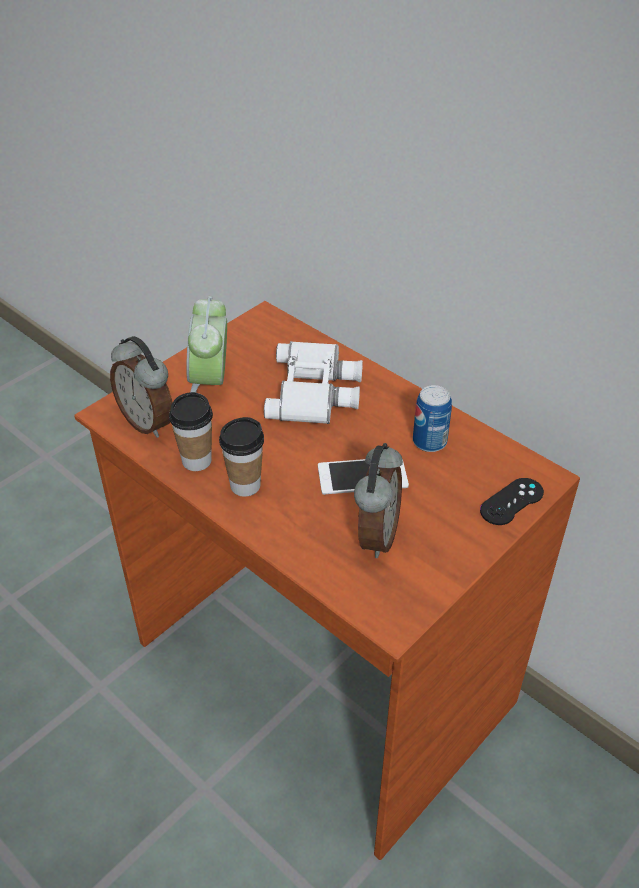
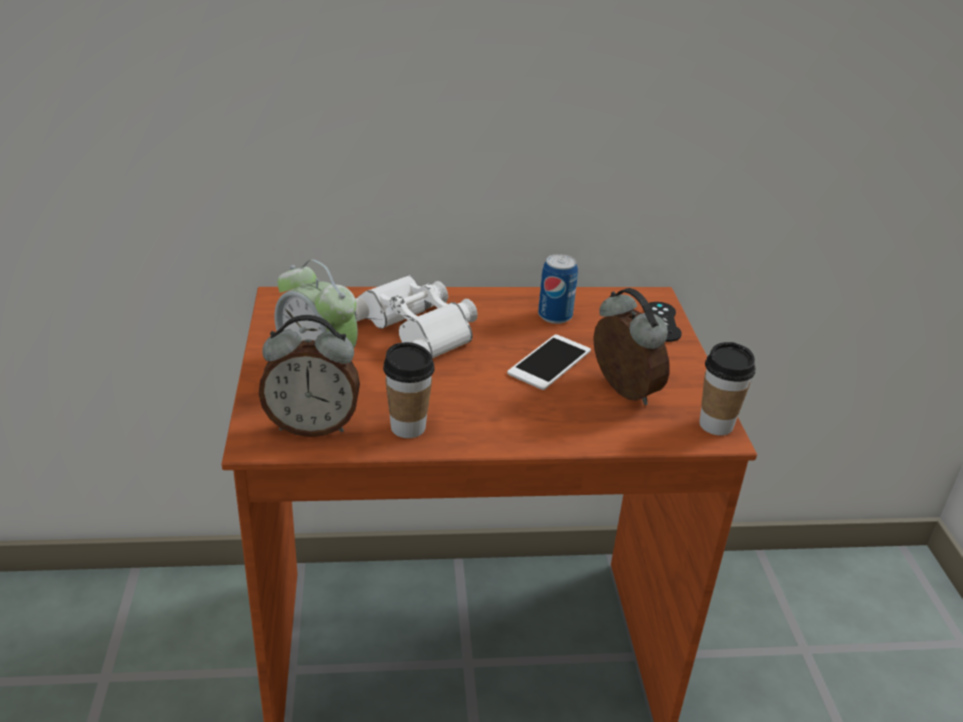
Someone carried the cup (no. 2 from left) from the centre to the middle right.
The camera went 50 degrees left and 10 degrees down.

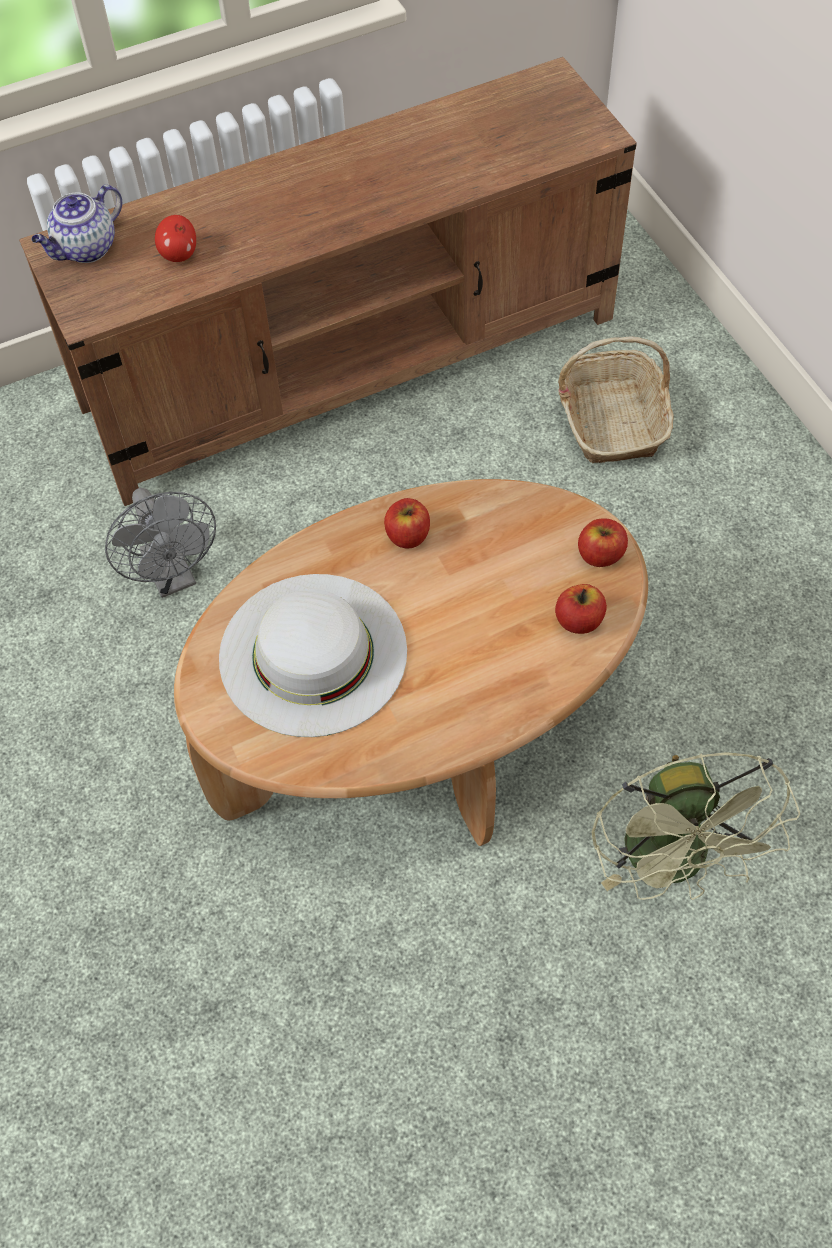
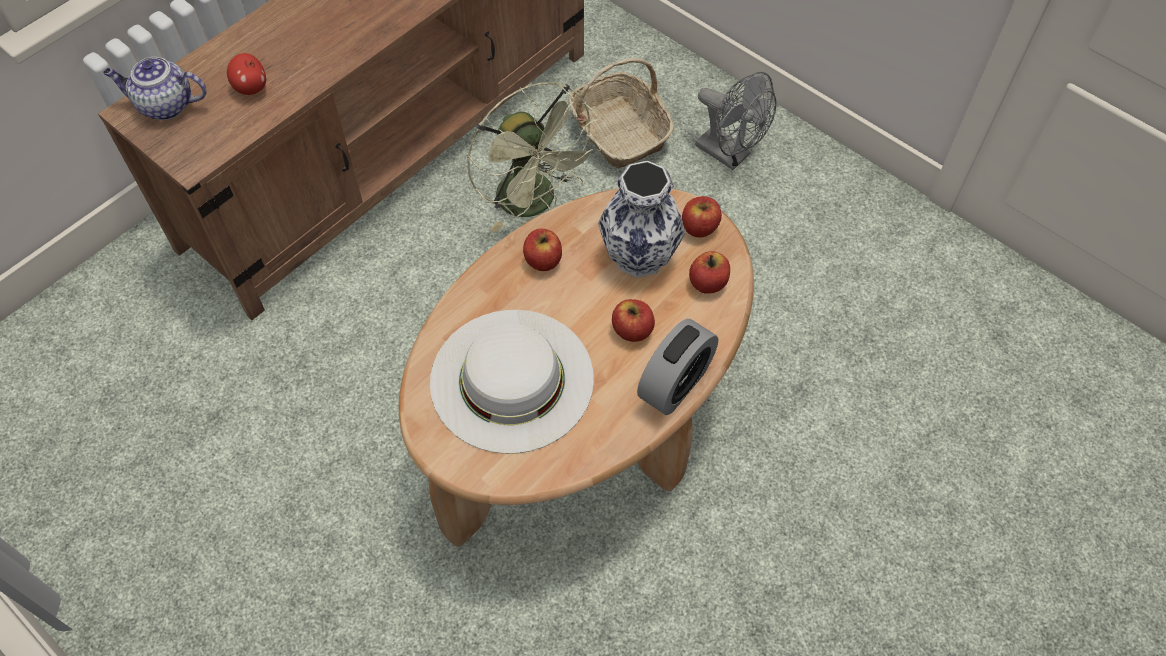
Someone rotated the tea pot at the top left by 75 degrees clockwise.
Someone carried the fan (gray) from the middle left to the top centre.
Someone carried the fan (greenish) from the middle right to the top centre.
Someone put down the flower vase at the centre.
Someone put down the apple fruit (no. 3 from left) at the centre.
Someone put down the alarm clock at the centre.
The camera went 25 degrees left and 0 degrees up.

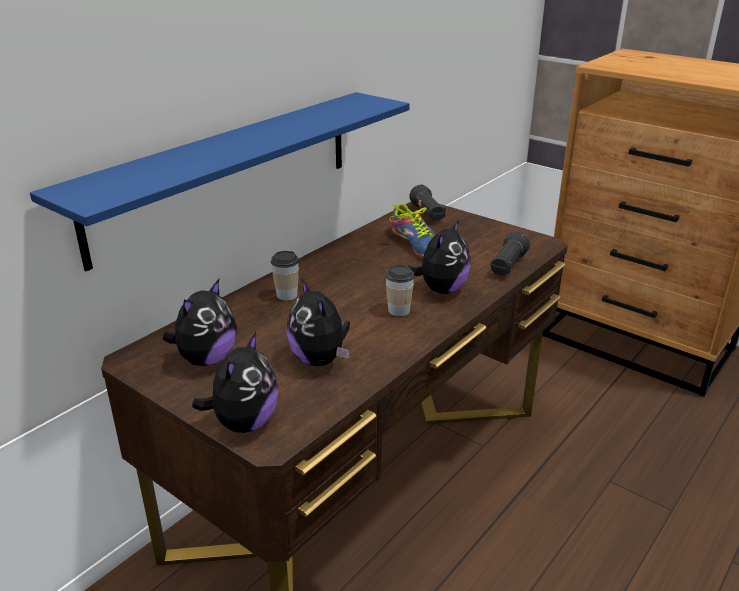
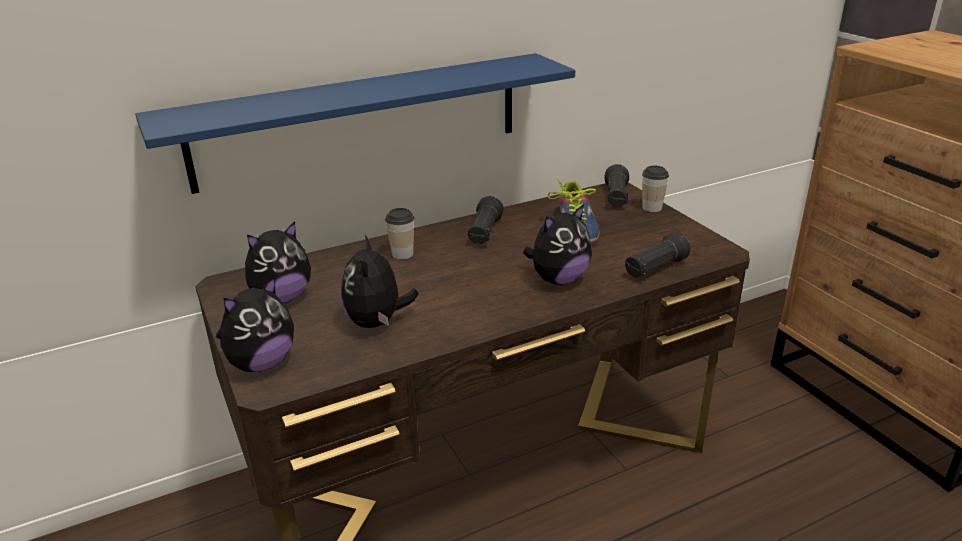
Someone carried the cup (no. 2 from left) from the centre to the middle right.
Someone put down the torch (blackish) (no. 1 from left) at the centre.
The camera went 25 degrees right and 0 degrees up.

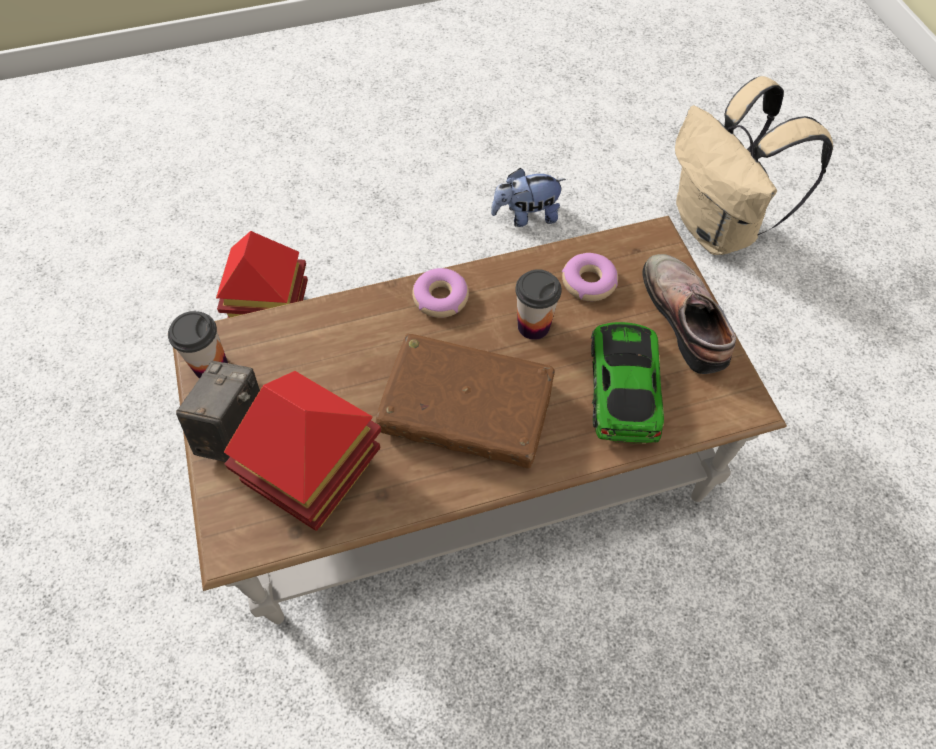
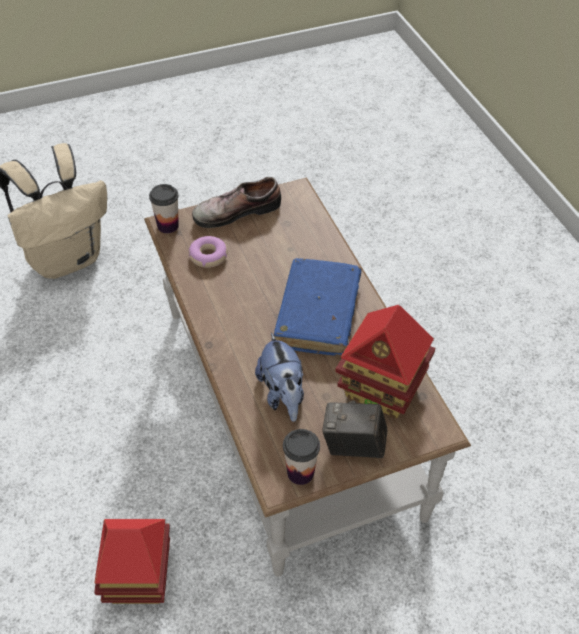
Someone carried the soft toy from the top centre to the centre.
Someone took away the donut (no. 1 from left) at the centre.
Someone carried the cup (no. 2 from left in the first image) from the centre to the top left.
Someone took away the model car at the middle right.
Someone repainted the book (brown) at the centre, which became the book (bluish) at the centre.
The camera went 95 degrees left and 10 degrees down.

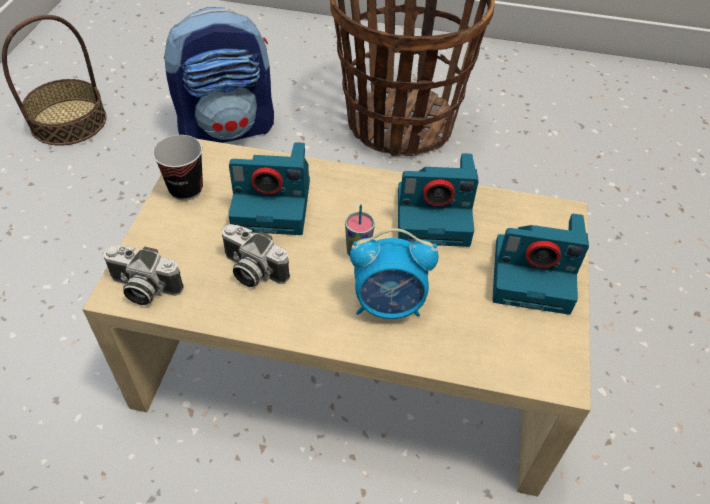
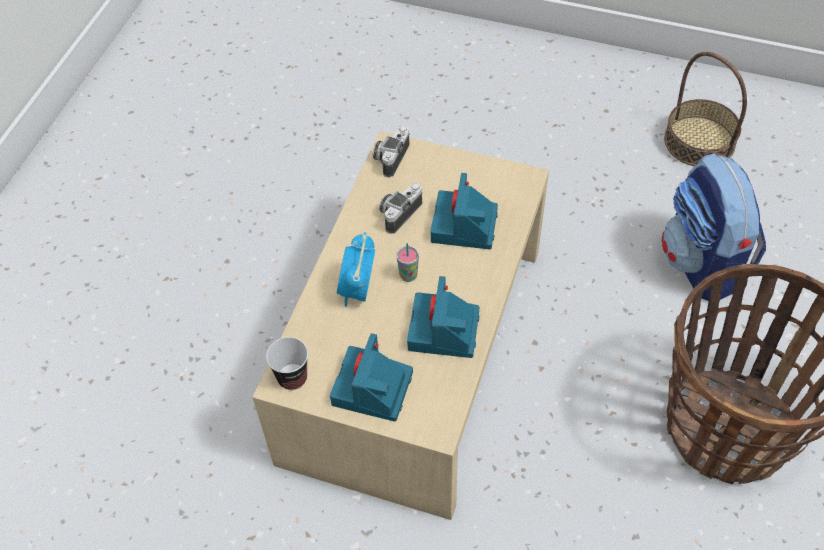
Someone carried the cup (no. 1 from left) from the middle left to the centre.
The camera went 100 degrees right and 5 degrees up.

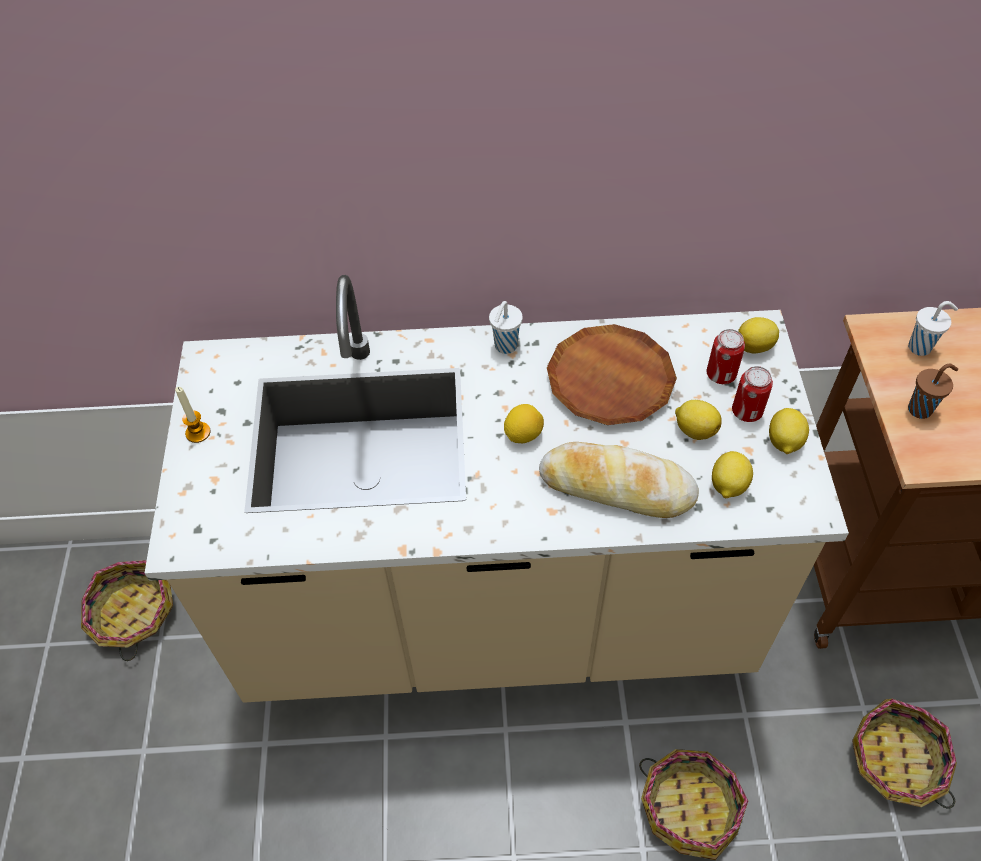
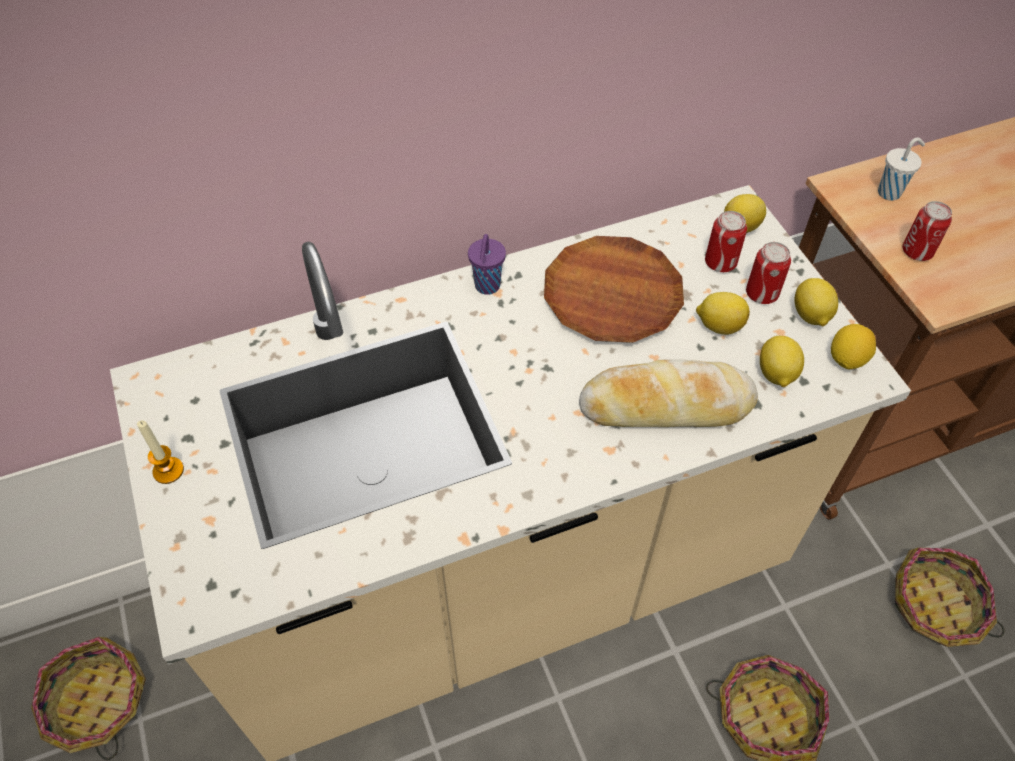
Someone repainted the cup (whitish) (no. 1 from left) at the centre, which became the cup (purple-coloured) at the centre.
Someone swapped the cup (brown) at the middle right for the sealed can (no. 3 from left) at the top right.
Someone carried the lemon (no. 1 from left in the first image) from the centre to the middle right.
The camera went 20 degrees left and 0 degrees up.

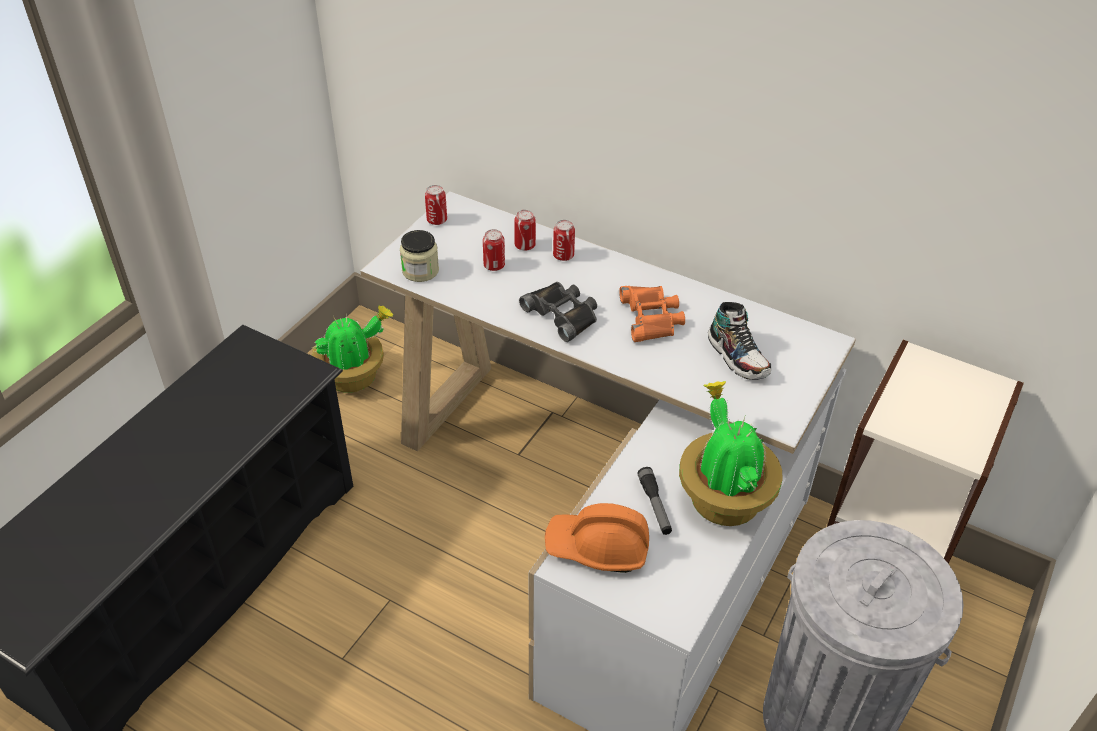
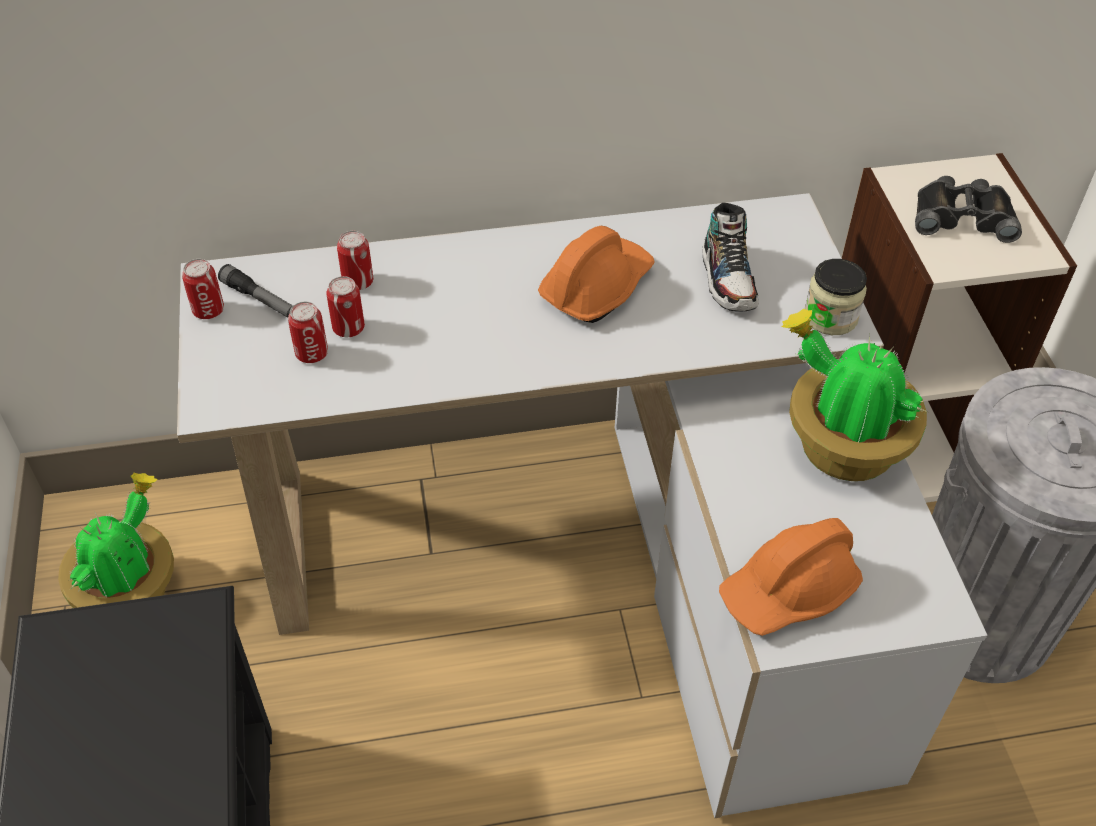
Someone carried the sealed can (no. 4 from left in the first image) from the top centre to the middle left.
Someone carried the storage jar from the centre to the middle right.
Someone carried the pair of binoculars (blackish) from the centre to the top right.
Someone swapped the pair of binoculars (orangey) at the centre for the hard hat (orangey) (no. 1 from left) at the top centre.
Someone rotated the shoe at the middle right by 60 degrees clockwise.
Someone carried the torch from the bottom centre to the middle left.
The camera went 40 degrees left and 5 degrees up.

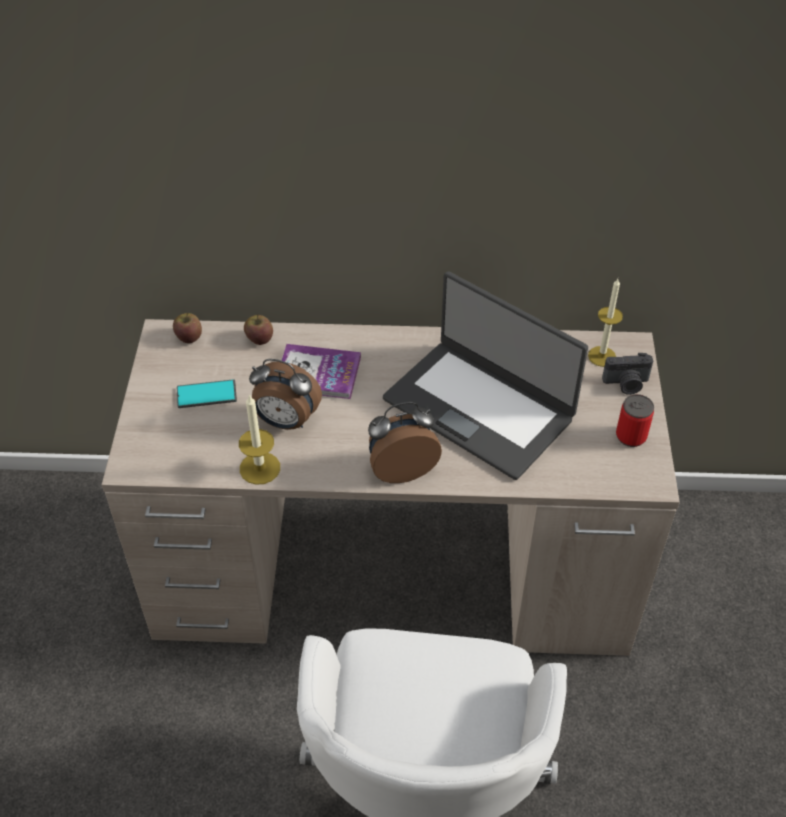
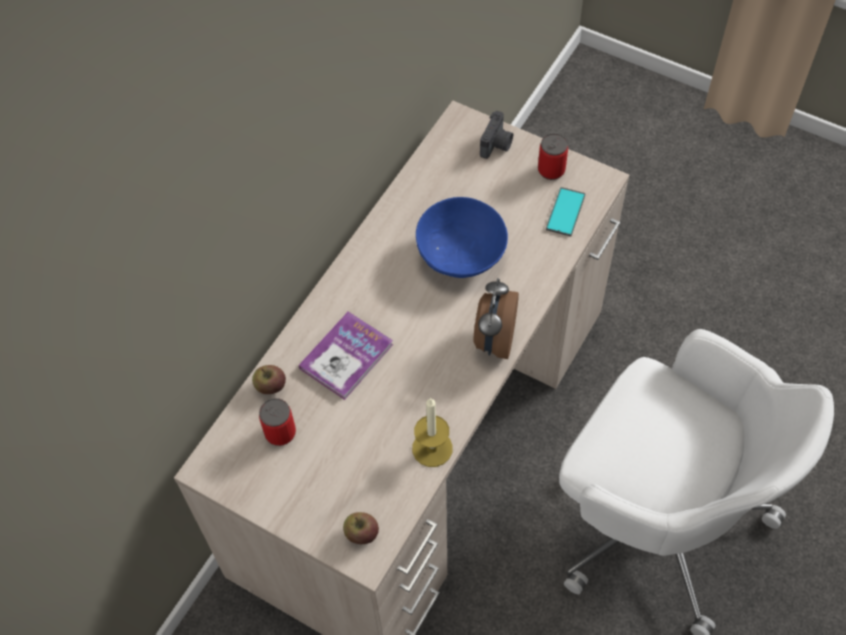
Someone swapped the laptop at the centre for the serving bowl (bluish) at the centre.
Someone took away the wax light (no. 2 from left) at the middle right.
Someone carried the apple fruit (no. 1 from left in the first image) from the middle left to the bottom centre.
Someone took away the alarm clock (no. 1 from left) at the centre.
Someone carried the handset from the middle left to the middle right.
Someone put down the sealed can (no. 1 from left) at the middle left.
The camera went 60 degrees left and 10 degrees up.

